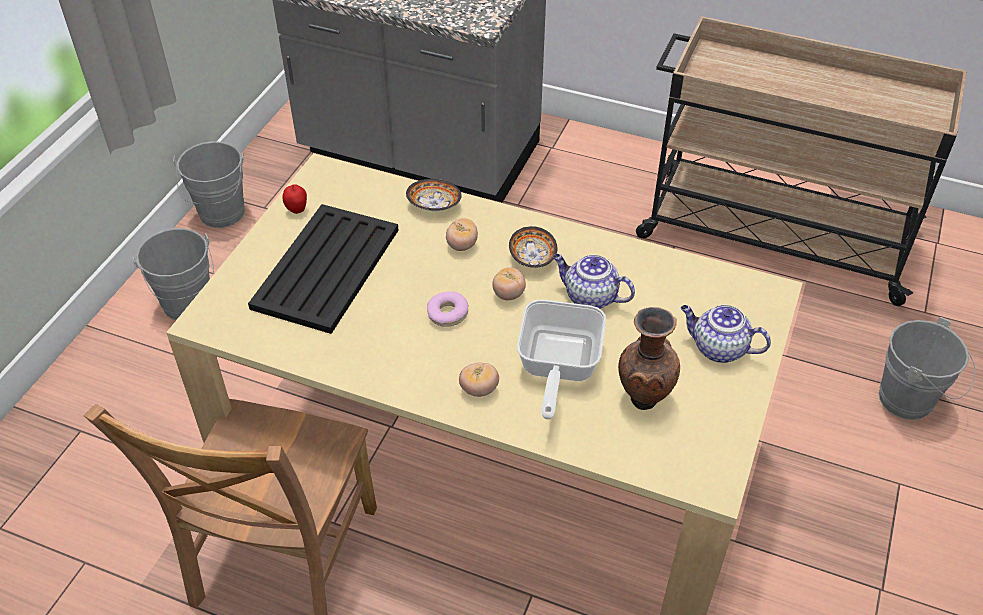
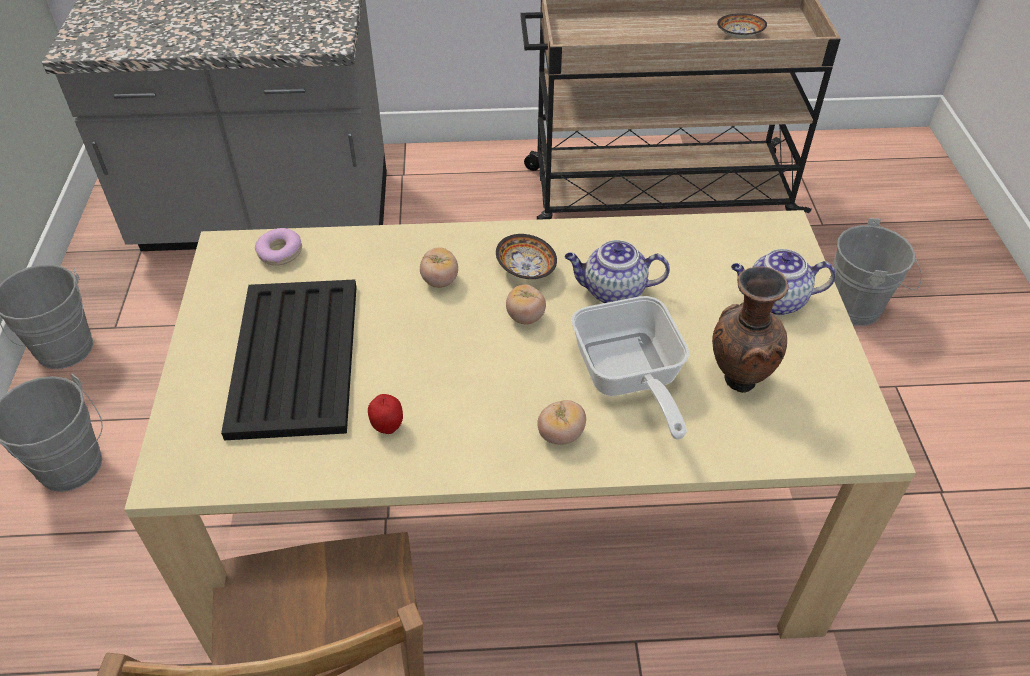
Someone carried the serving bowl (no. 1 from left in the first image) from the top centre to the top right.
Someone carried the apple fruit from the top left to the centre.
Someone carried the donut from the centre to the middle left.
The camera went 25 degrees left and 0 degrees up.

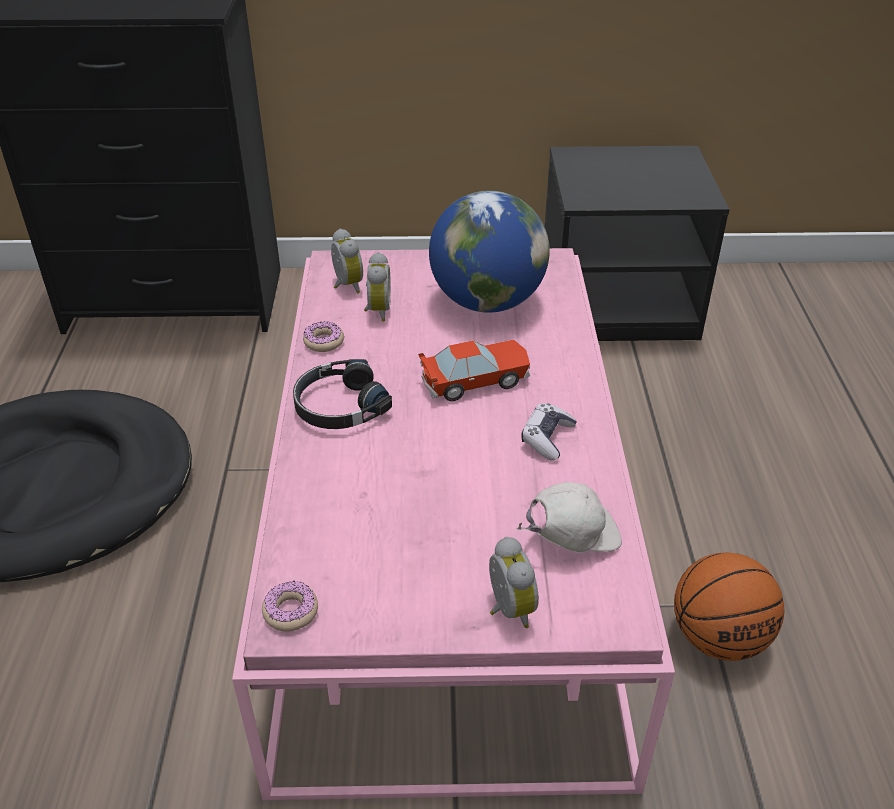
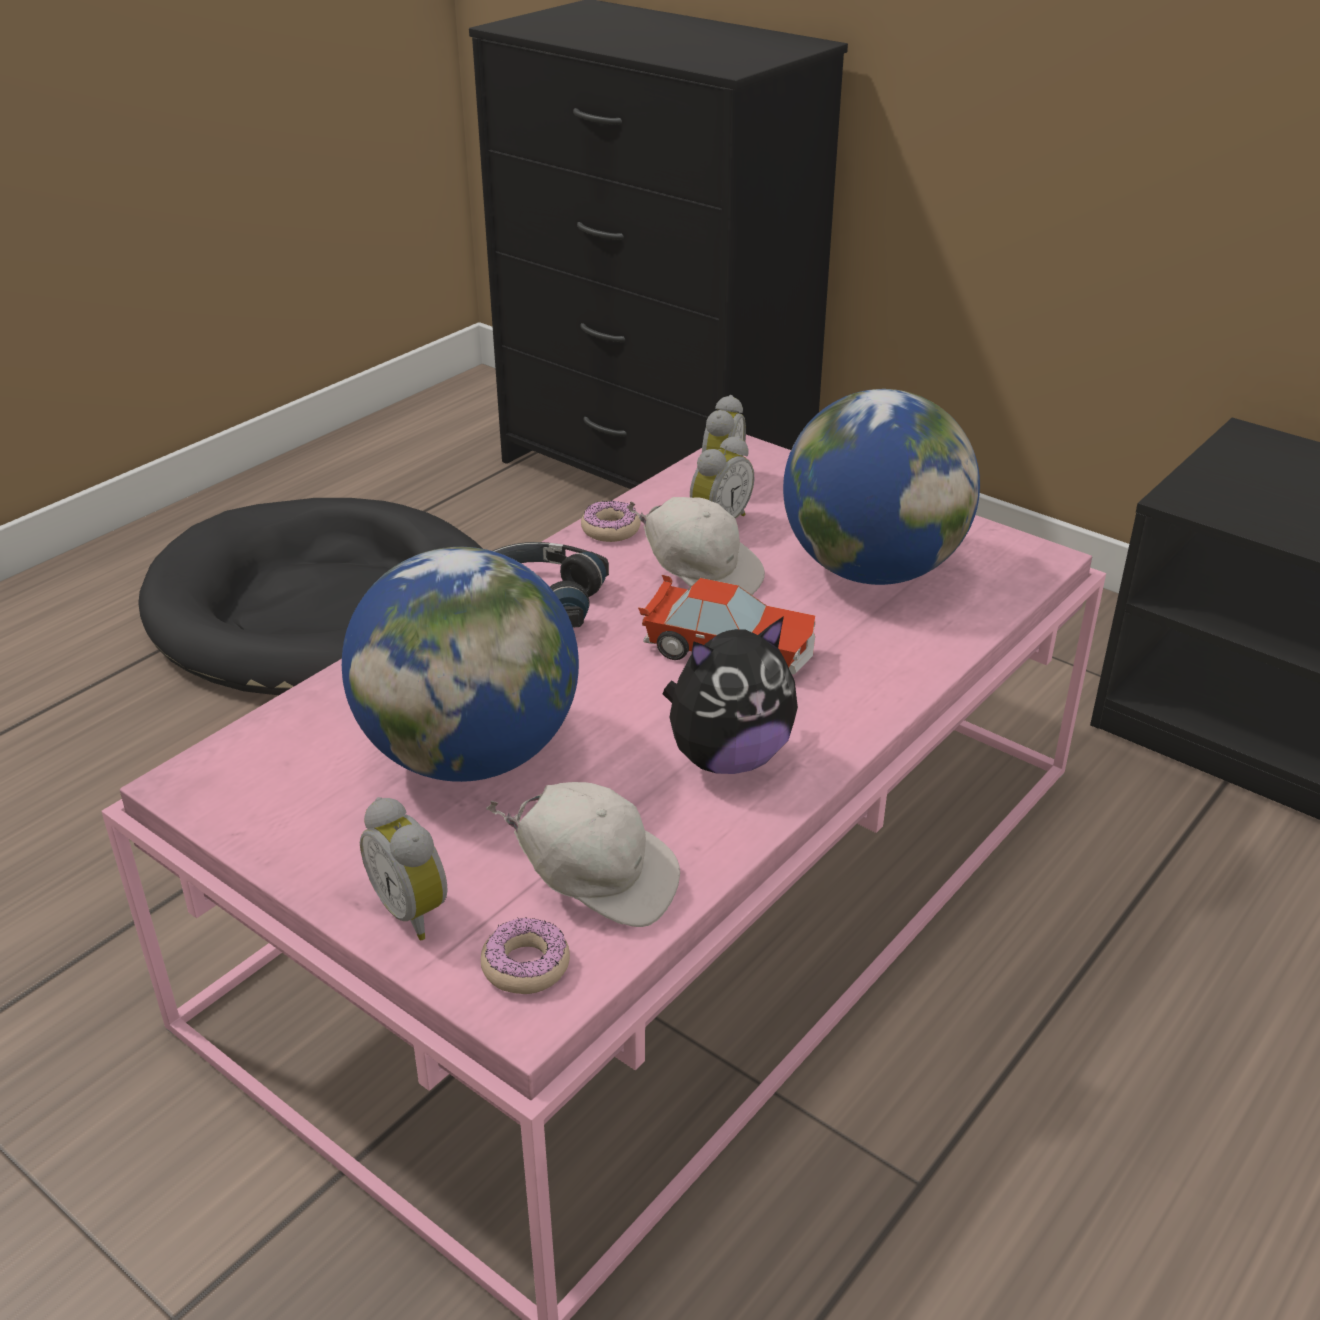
Someone swapped the joypad at the centre for the soft toy at the centre.
Someone rotated the alarm clock (no. 3 from left in the first image) at the bottom centre by 120 degrees clockwise.
Someone took away the ball for basketball at the bottom right.
Someone carried the donut (no. 1 from left) from the bottom left to the bottom centre.
Someone put down the peaked cap (whitish) (no. 2 from left) at the centre.
Someone put down the world globe (no. 1 from left) at the centre.
The camera went 40 degrees right and 5 degrees down.

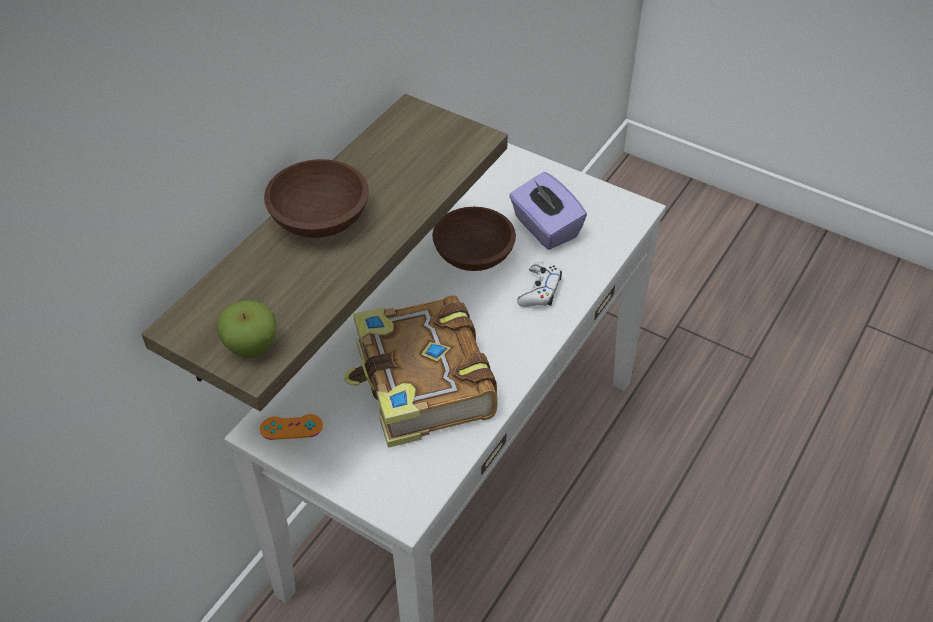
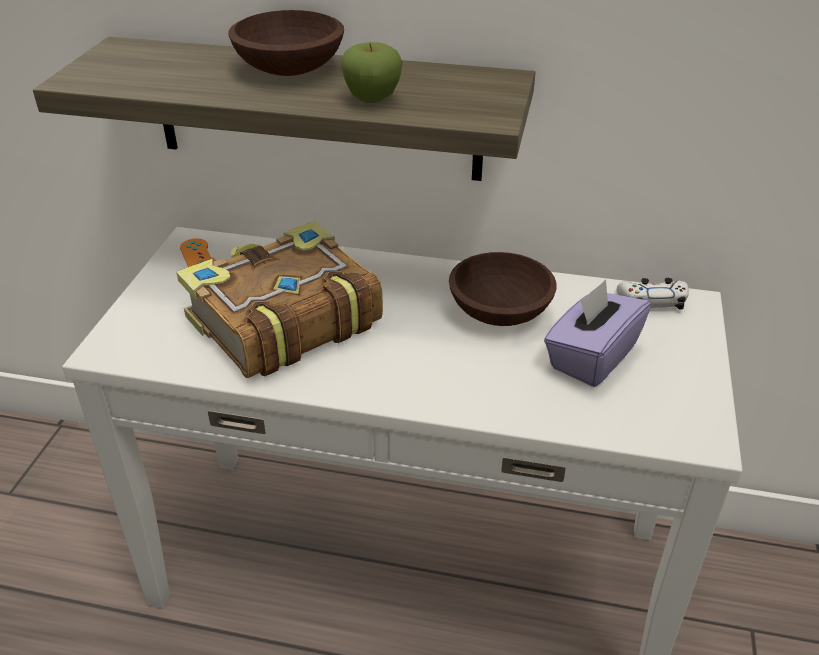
Someone carried the joypad (whitish) from the centre to the middle right.
Someone carried the apple fruit from the middle left to the top centre.
The camera went 70 degrees right and 10 degrees down.

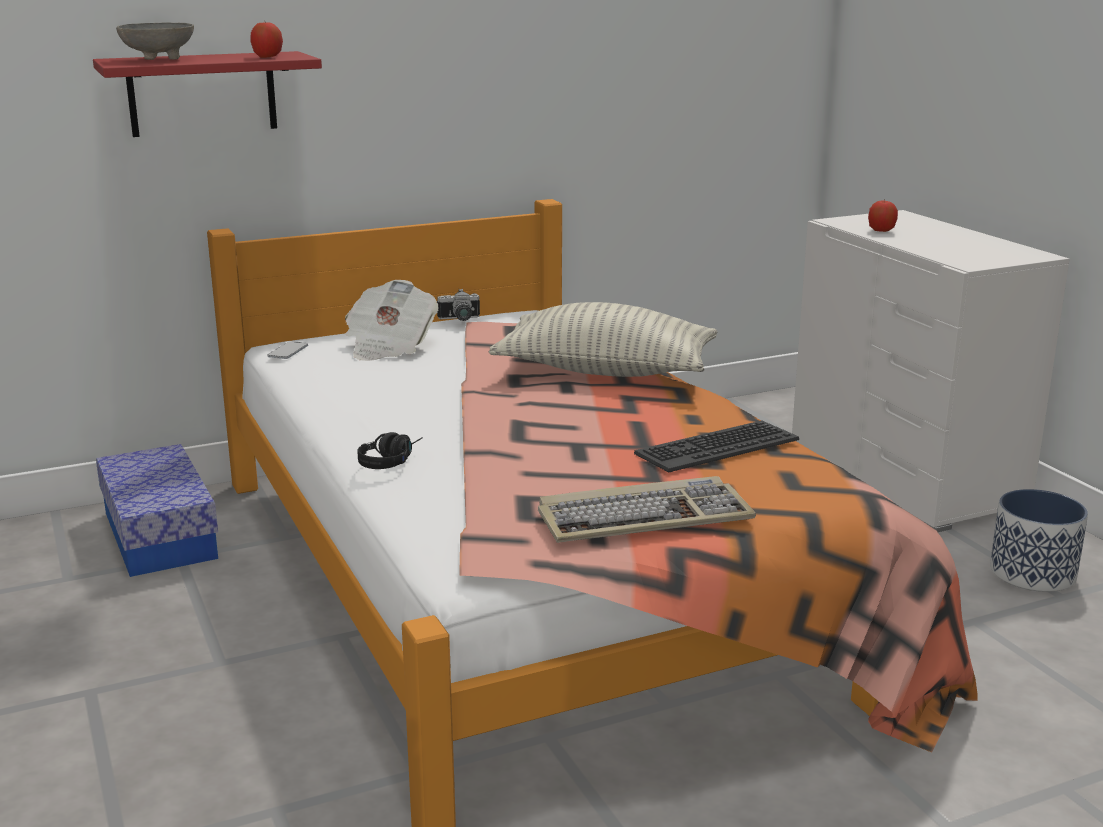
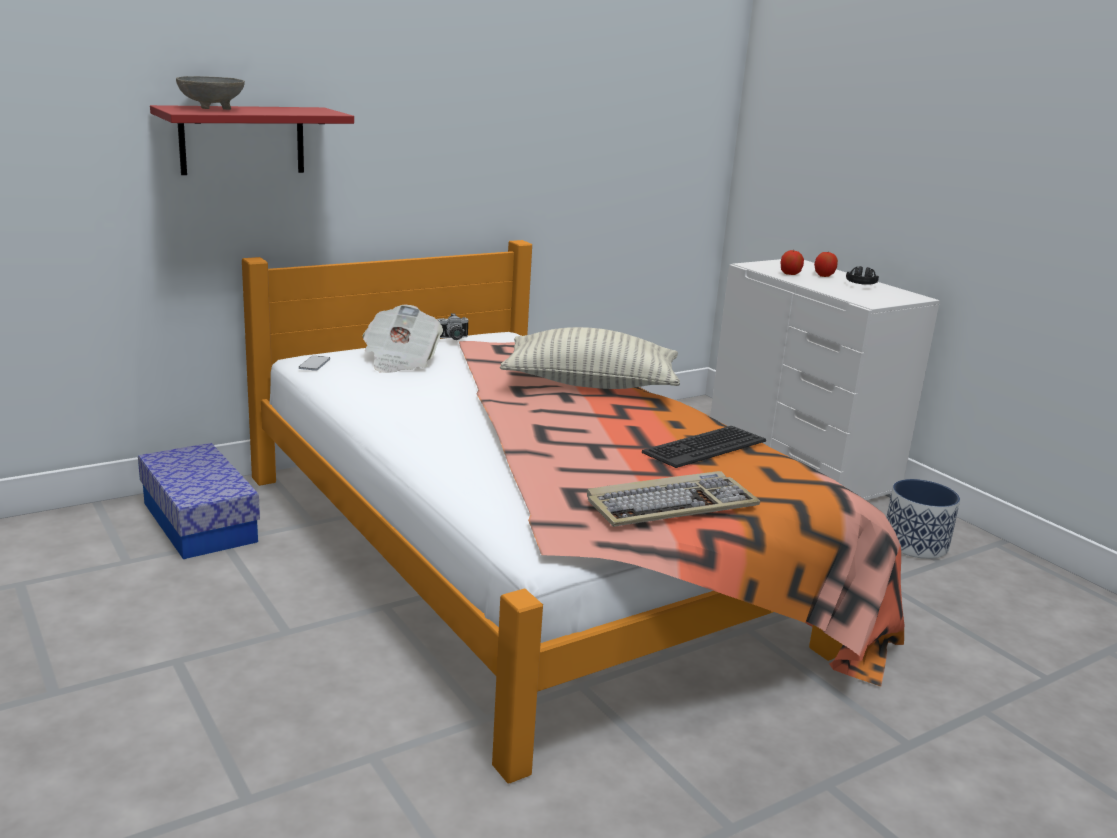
Someone carried the apple fruit (no. 1 from left in the first image) from the top left to the top right.
Someone carried the headphones (blackish) from the centre to the top right.
The camera went 10 degrees left and 0 degrees up.

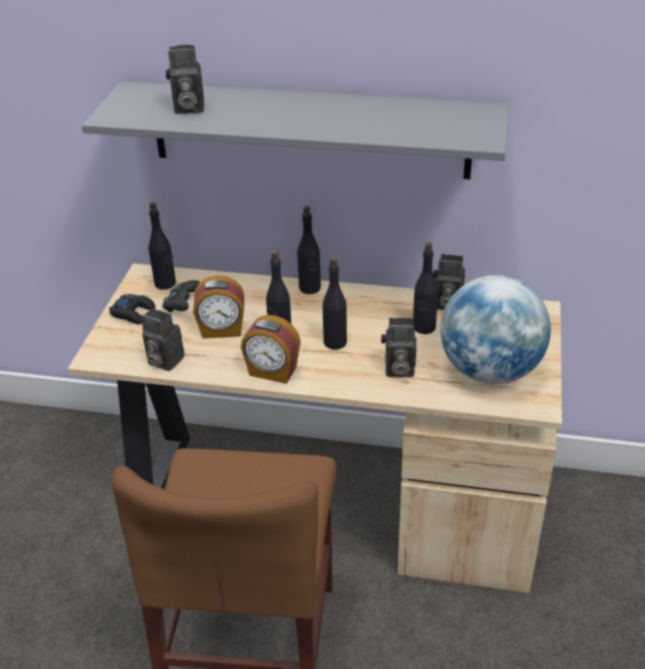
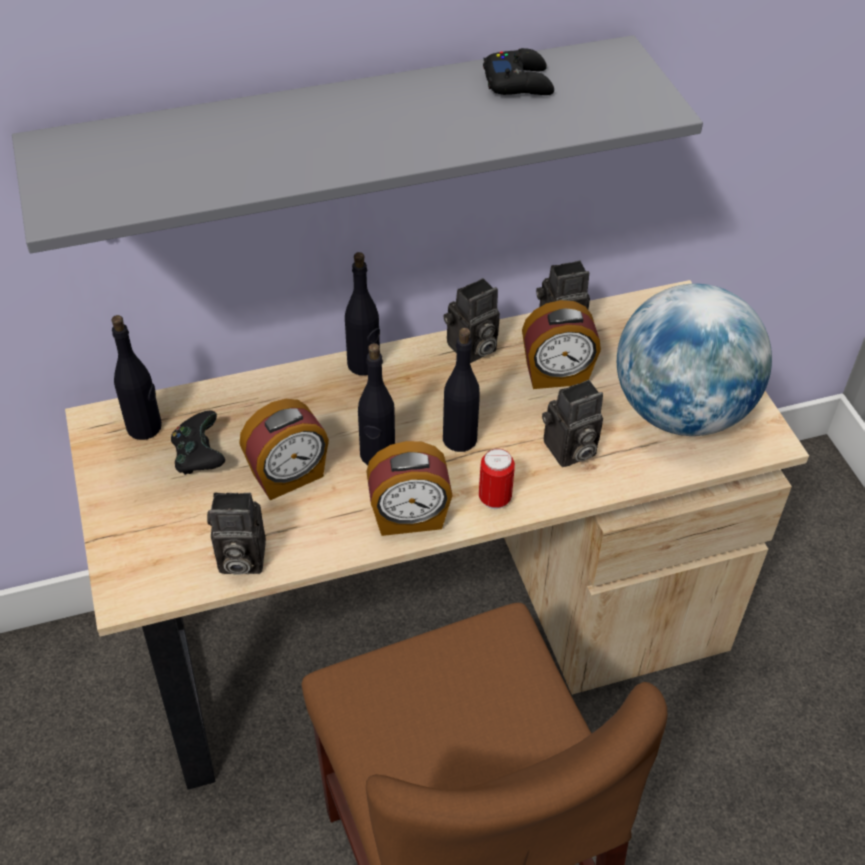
Someone carried the photo camera (no. 2 from left) from the top left to the centre.
Someone swapped the drink bottle (blackish) (no. 5 from left) at the centre for the alarm clock (no. 3 from left) at the centre.
Someone carried the joypad (blackish) (no. 1 from left in the first image) from the middle left to the top centre.
Someone put down the sealed can at the centre.
The camera went 30 degrees left and 10 degrees up.

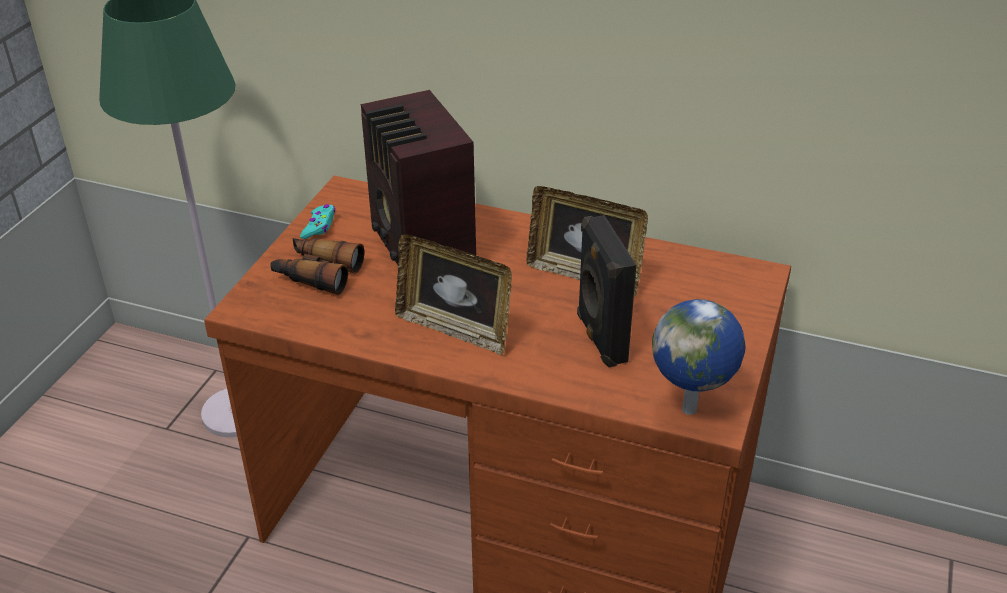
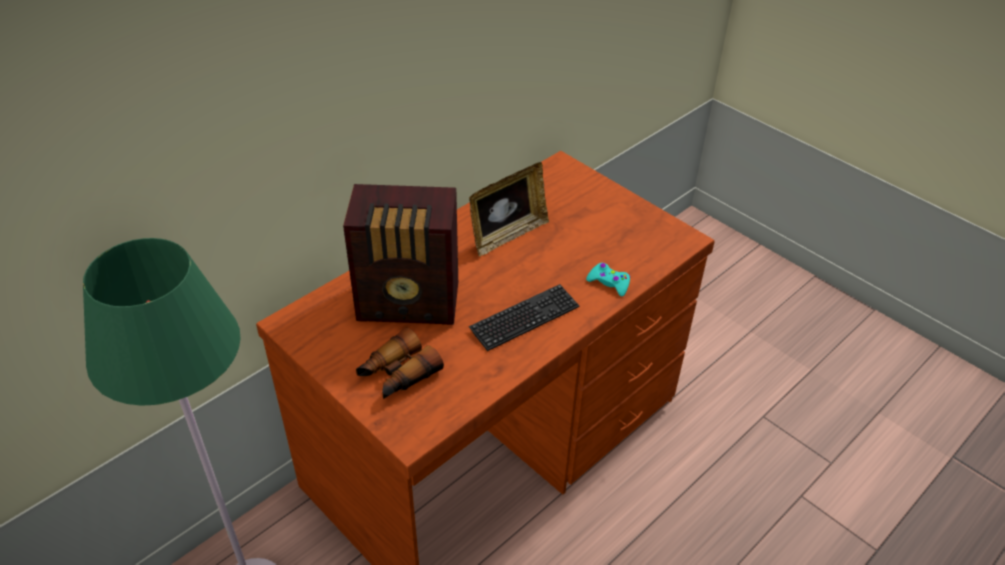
Someone carried the joypad (turquoise-coloured) from the middle left to the centre.
Someone took away the loudspeaker (blackish) at the centre.
Someone swapped the picture frame (no. 1 from left) at the centre for the PC keyboard at the centre.
Someone took away the world globe at the middle right.
The camera went 65 degrees left and 5 degrees up.

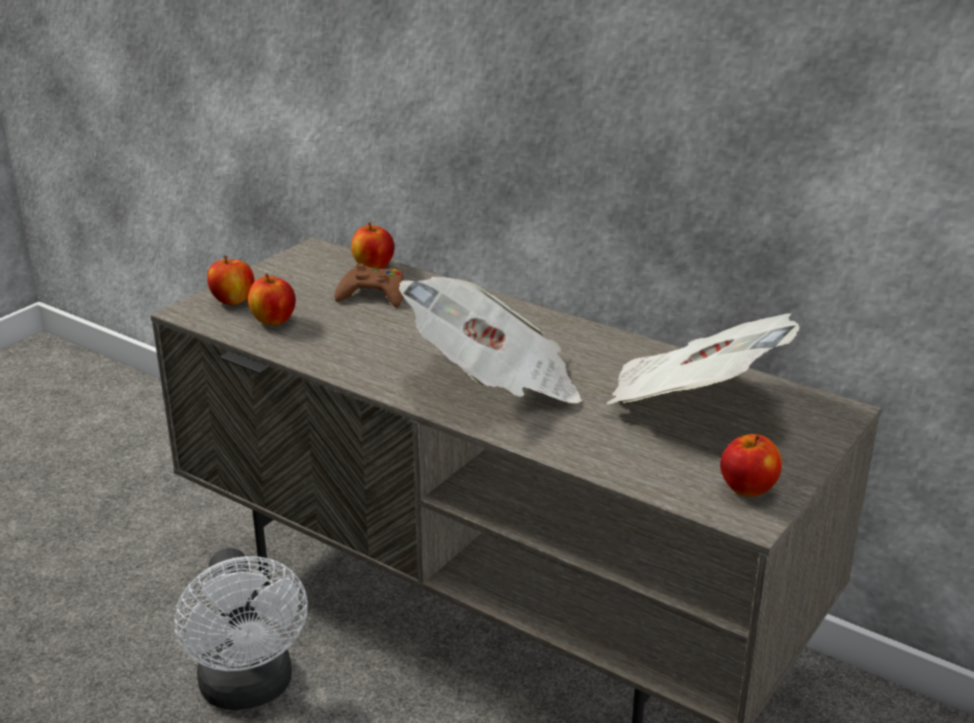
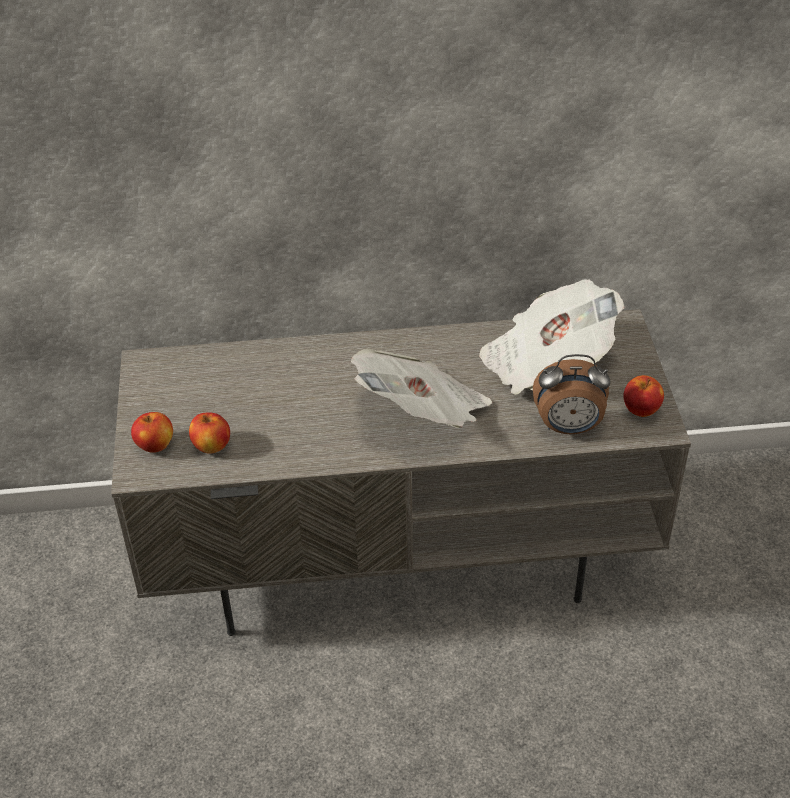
Someone took away the apple fruit (no. 3 from left) at the centre.
Someone took away the joypad (brown) at the centre.
Someone took away the fan (whitish) at the bottom left.
Someone put down the alarm clock at the middle right.
The camera went 40 degrees left and 15 degrees up.

